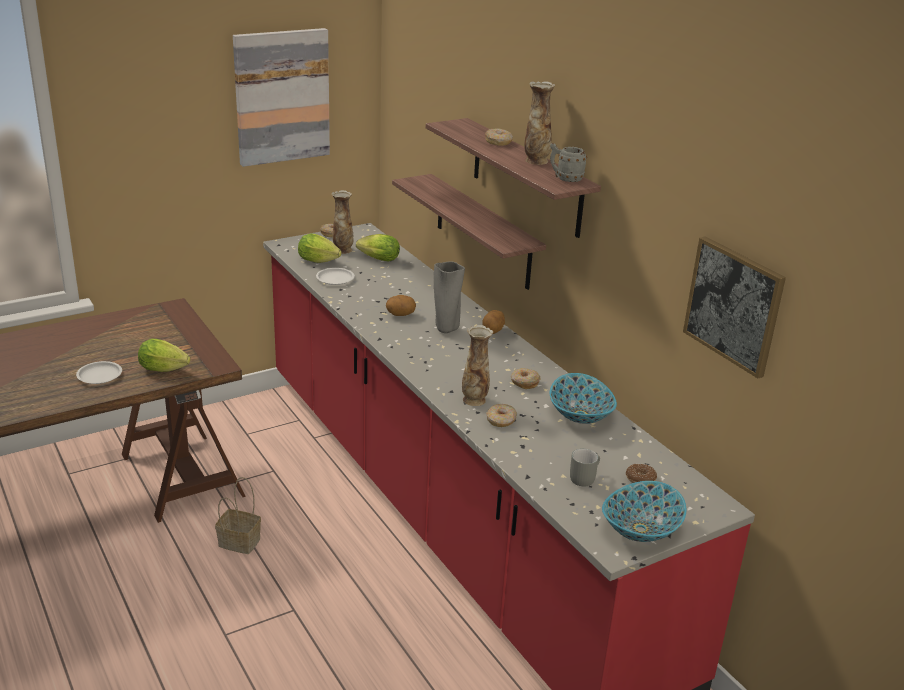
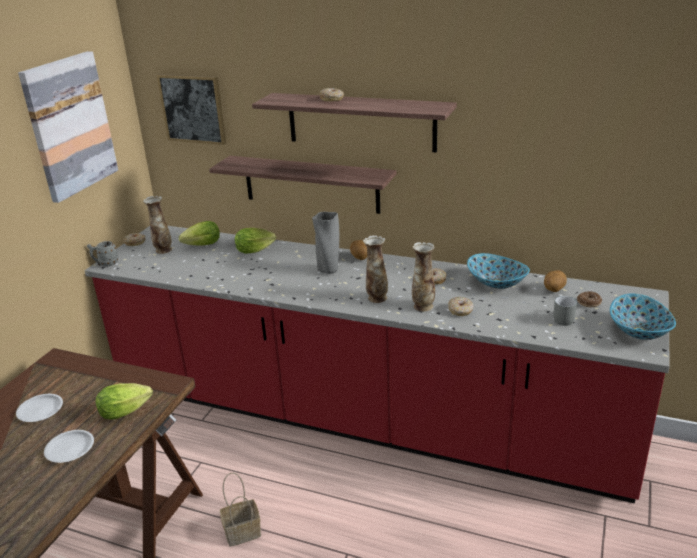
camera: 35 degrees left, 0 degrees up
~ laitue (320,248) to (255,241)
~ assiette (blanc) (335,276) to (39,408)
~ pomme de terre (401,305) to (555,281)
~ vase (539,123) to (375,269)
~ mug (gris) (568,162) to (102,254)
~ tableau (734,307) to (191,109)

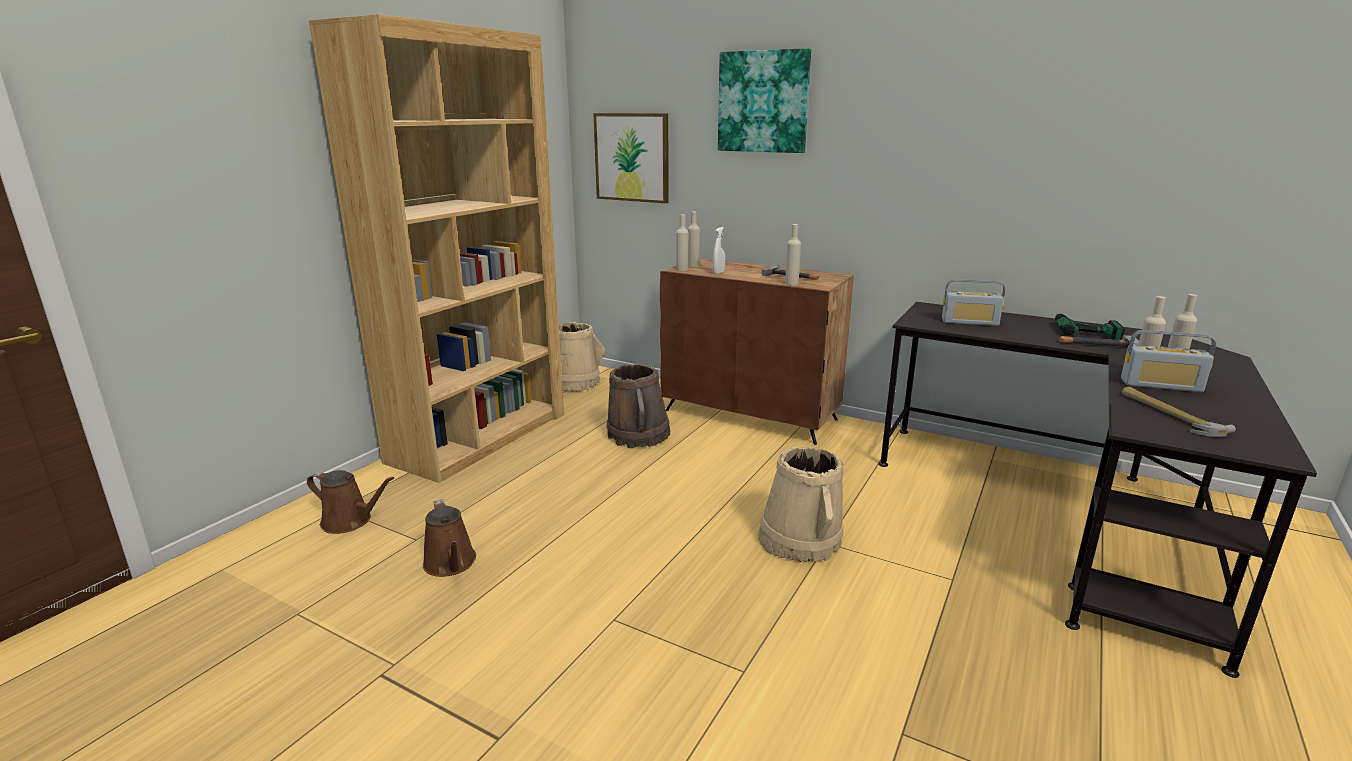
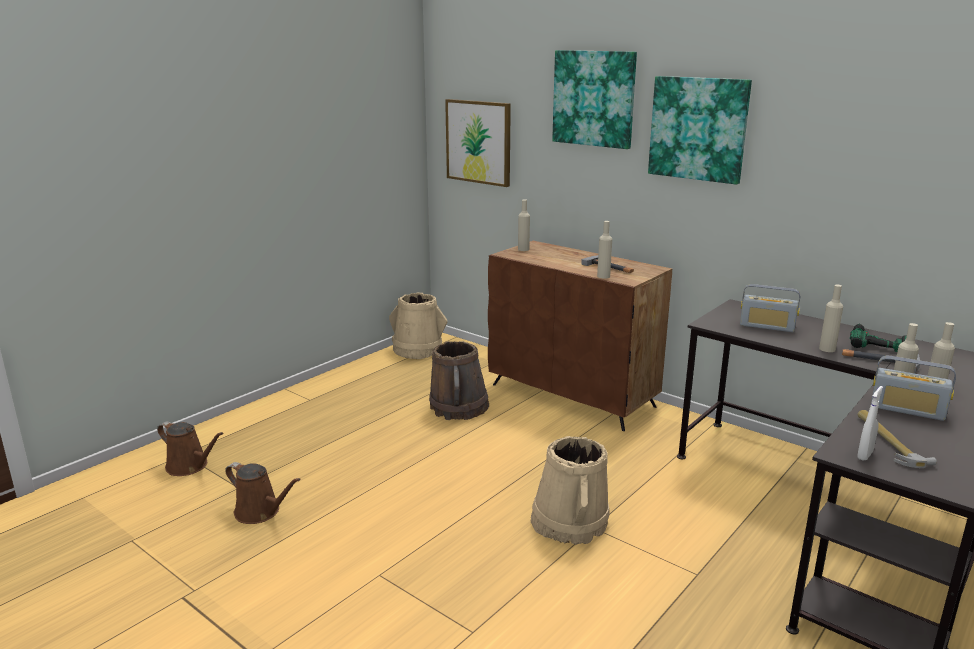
camera: 10 degrees right, 0 degrees up
- bibliothèque (marron) (436,248)
~ arrosoir (marron) (449,538) = (263,493) 45 degrees counterclockwise
~ bouteille (beige) (682,242) to (831,318)
~ vaporisateur (blanc) (719,250) to (870,423)
+ tableau (700,130)

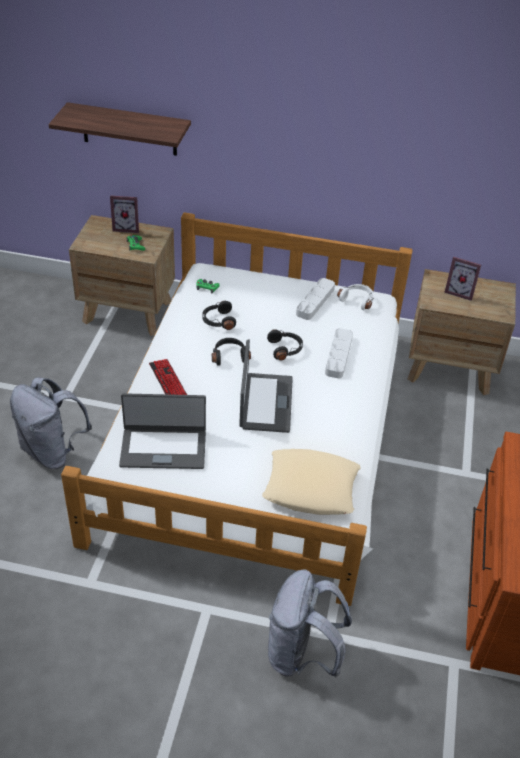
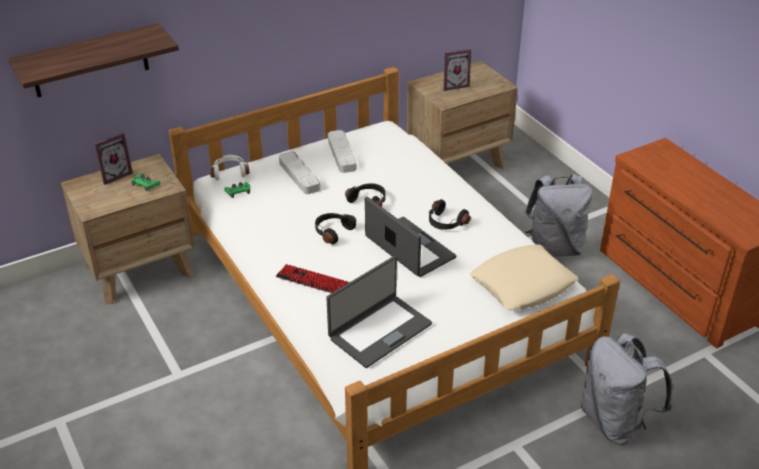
camera: 40 degrees left, 5 degrees down
~ sac à dos (gris) (51,423) to (558,215)
~ casque audio (noir) (219,315) to (450,214)
~ plateau (gris) (339,353) to (299,172)
~ casque audio (blanc) (355,297) to (230,167)

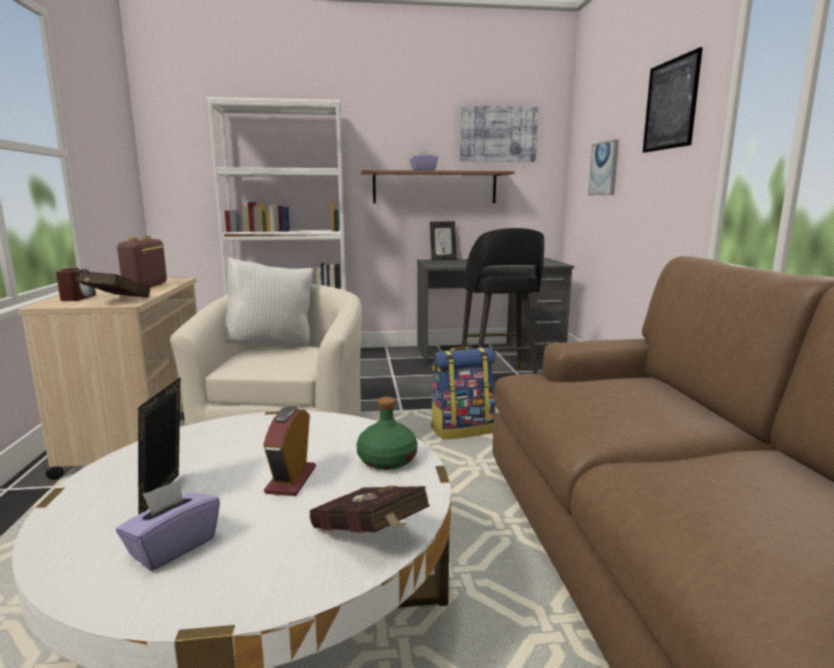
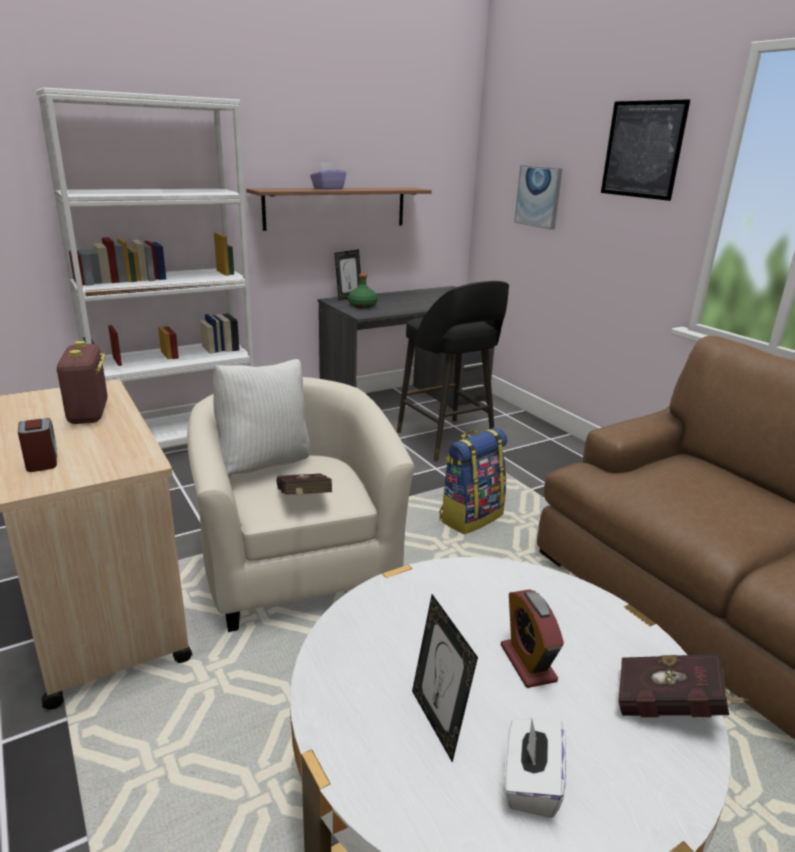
camera: 25 degrees left, 10 degrees up
~ livre (rouge) (113,284) to (304,484)
~ boîte à mouchoirs (violet) (168,525) to boîte à mouchoirs (blanc) (535,768)
~ bouteille (vert) (387,433) to (362,291)
- tableau (499,133)

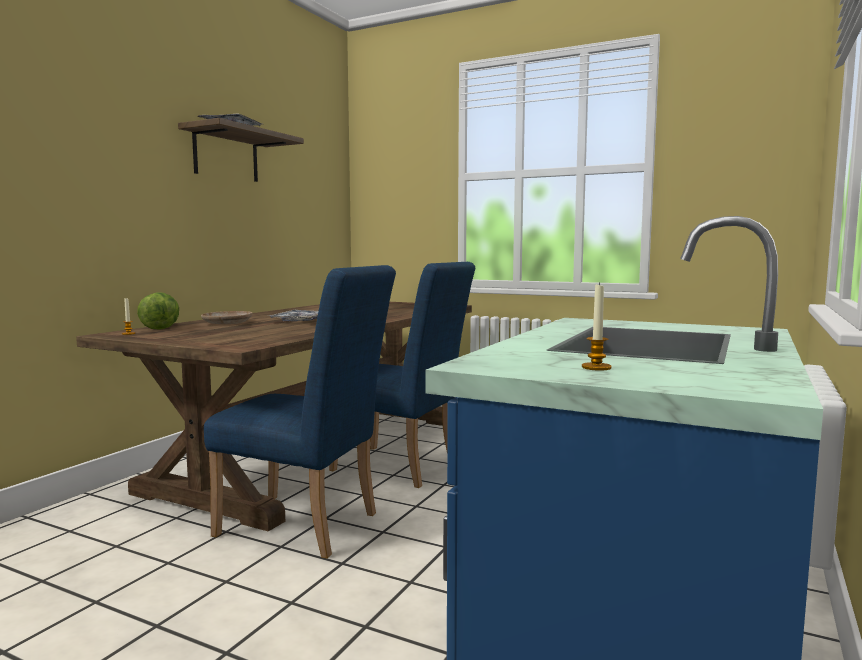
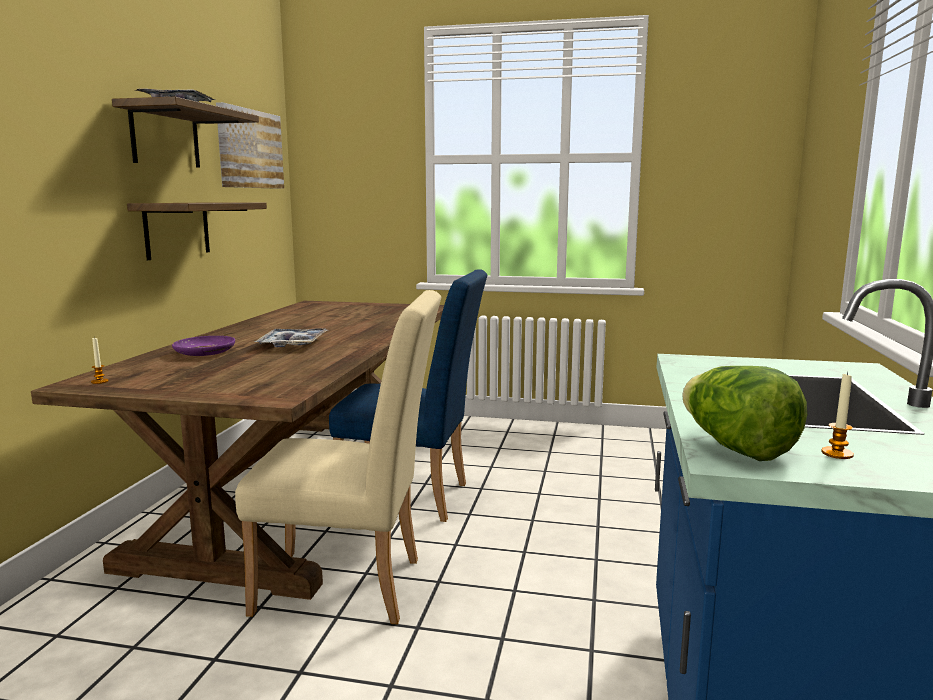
camera: 15 degrees left, 5 degrees up
~ laitue (158,311) to (744,413)
~ assiette (beige) (226,317) to assiette (violet) (203,346)
~ chaise (bleu) (300,412) to chaise (beige) (338,457)
+ étagère (197,231)
+ tableau (250,145)

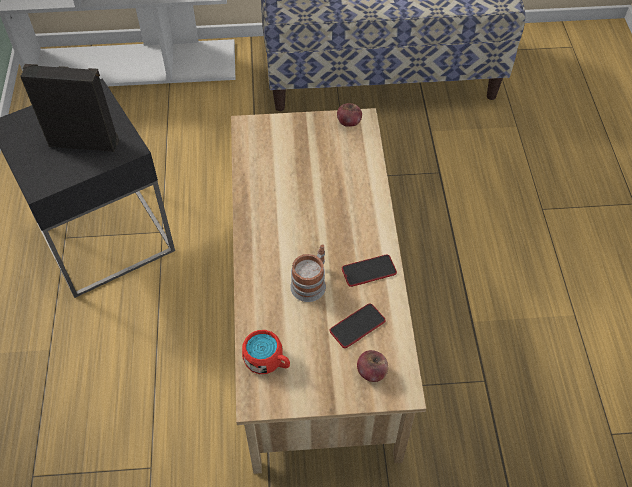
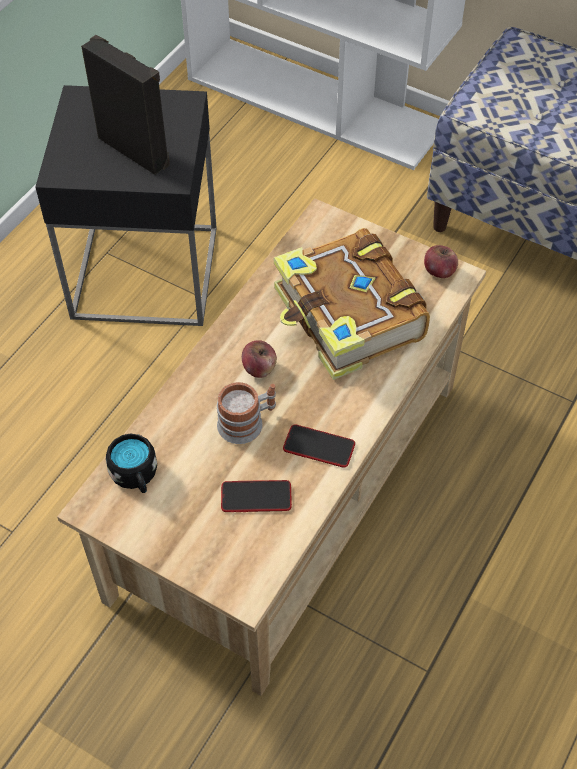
camera: 35 degrees right, 0 degrees up
~ mug (rouge) (266,352) to mug (noir) (131,463)
~ pomme (372,366) to (259,359)
+ livre (352,304)

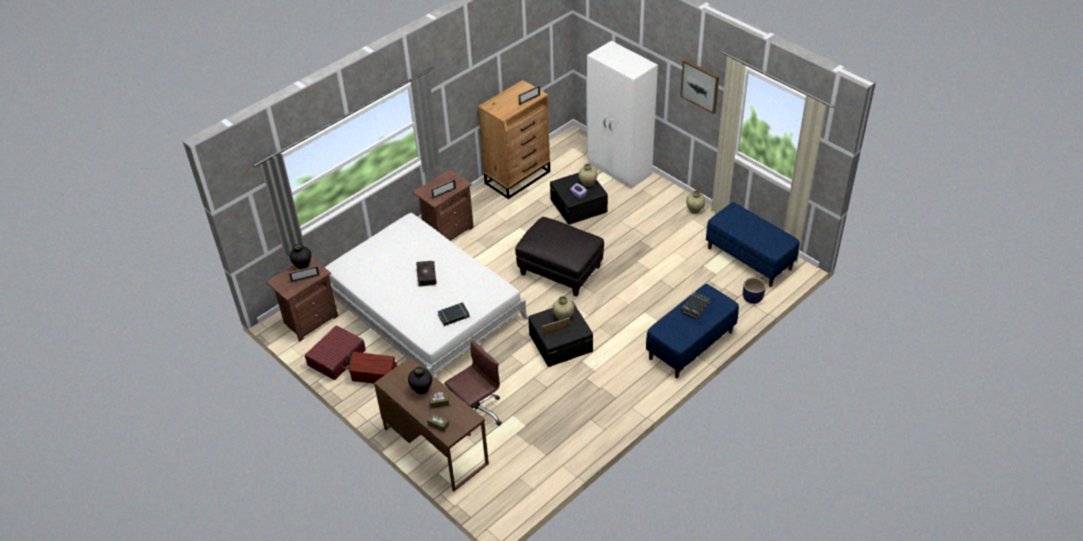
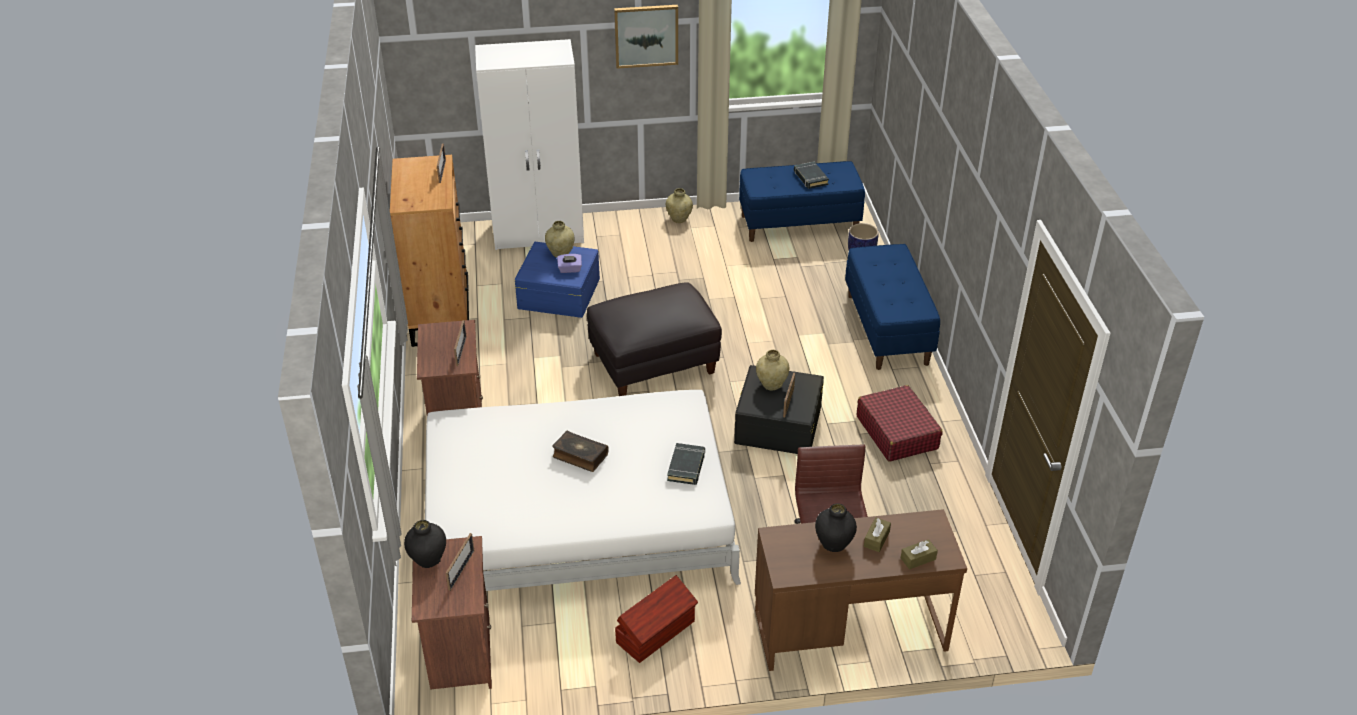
camera: 55 degrees left, 5 degrees down
~ valise (rouge) (335,353) to (900,423)
~ boîte de rangement (noir) (579,199) to boîte de rangement (bleu) (557,280)
~ livre (noir) (695,305) to (811,175)

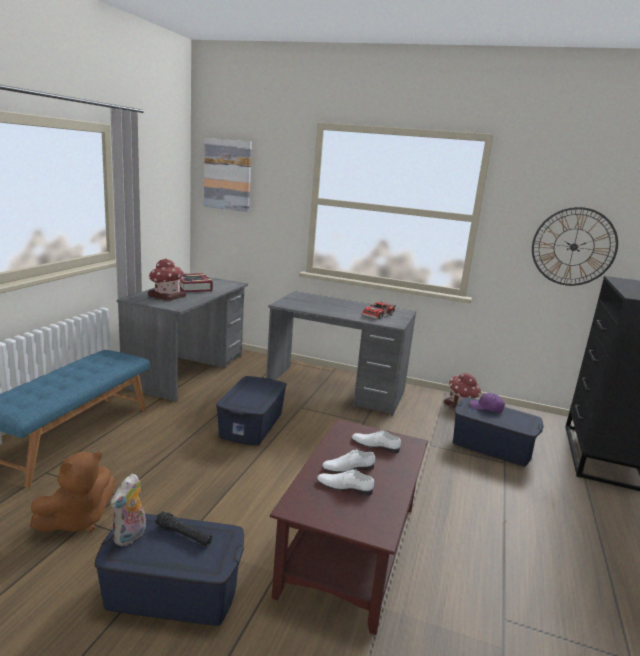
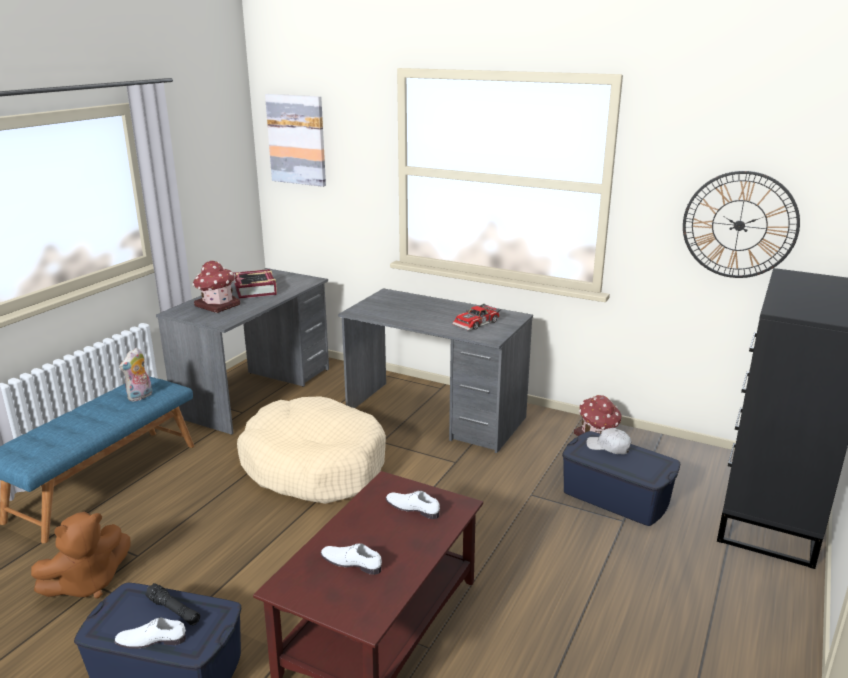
camera: 10 degrees right, 5 degrees up
~ peluche (128,510) to (135,375)
~ boîte de rangement (bleu) (251,410) to panier pour chien (beige) (311,450)
~ chaussure (blanc) (348,461) to (150,633)
~ casquette (violet) (487,403) to casquette (blanc) (609,441)

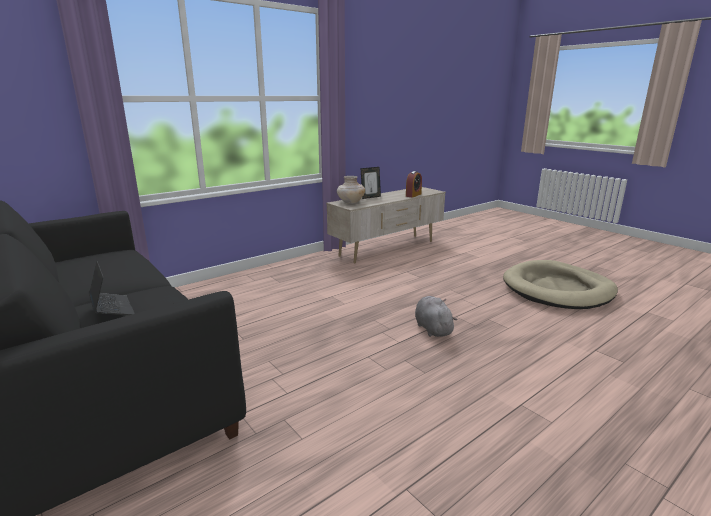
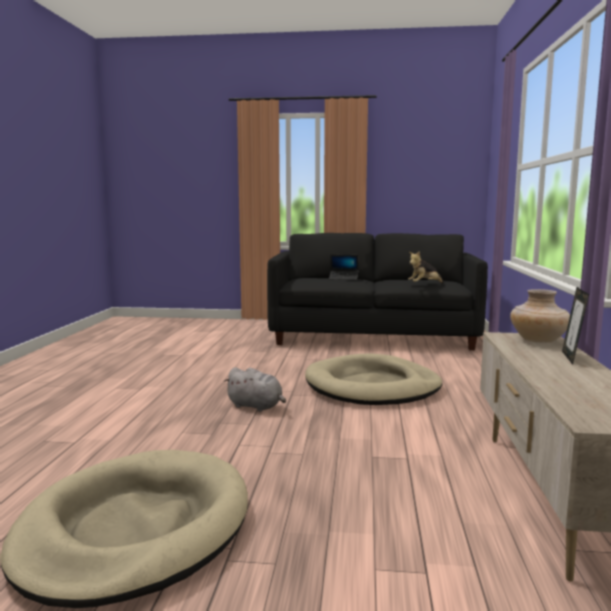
camera: 135 degrees right, 10 degrees down
- réveil (414,184)
+ panier pour chien (beige) (373,379)
+ peluche (426,267)

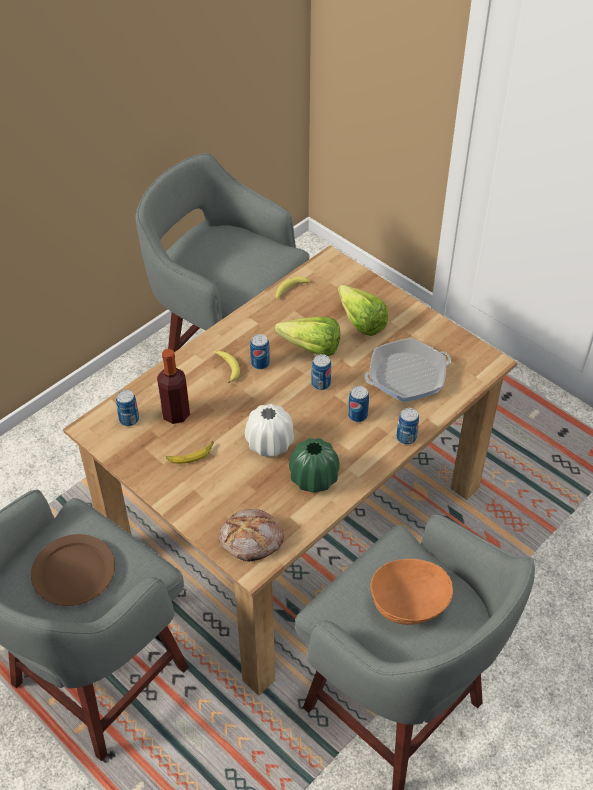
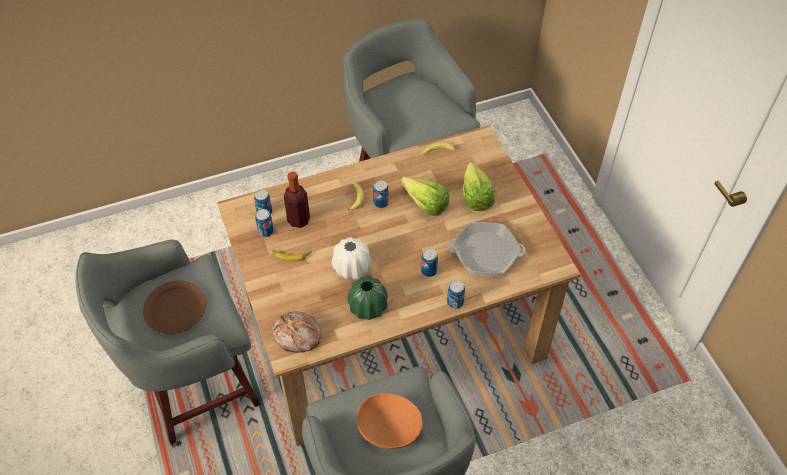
camera: 25 degrees right, 5 degrees up
~ boîte métallique (321,372) to (264,223)

